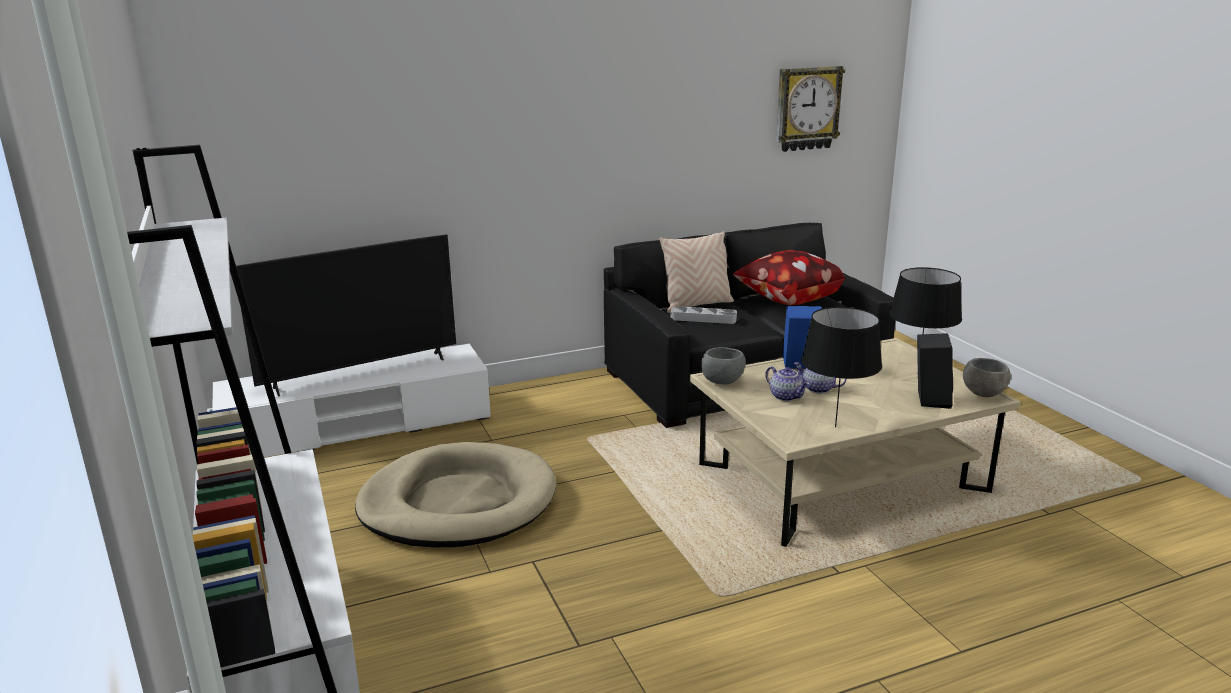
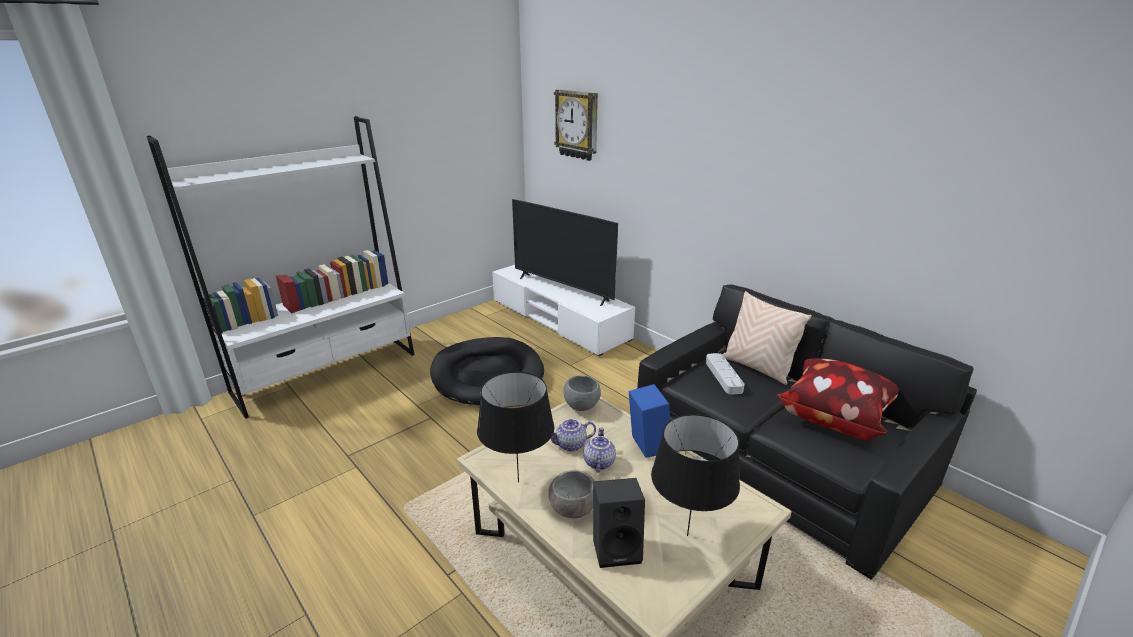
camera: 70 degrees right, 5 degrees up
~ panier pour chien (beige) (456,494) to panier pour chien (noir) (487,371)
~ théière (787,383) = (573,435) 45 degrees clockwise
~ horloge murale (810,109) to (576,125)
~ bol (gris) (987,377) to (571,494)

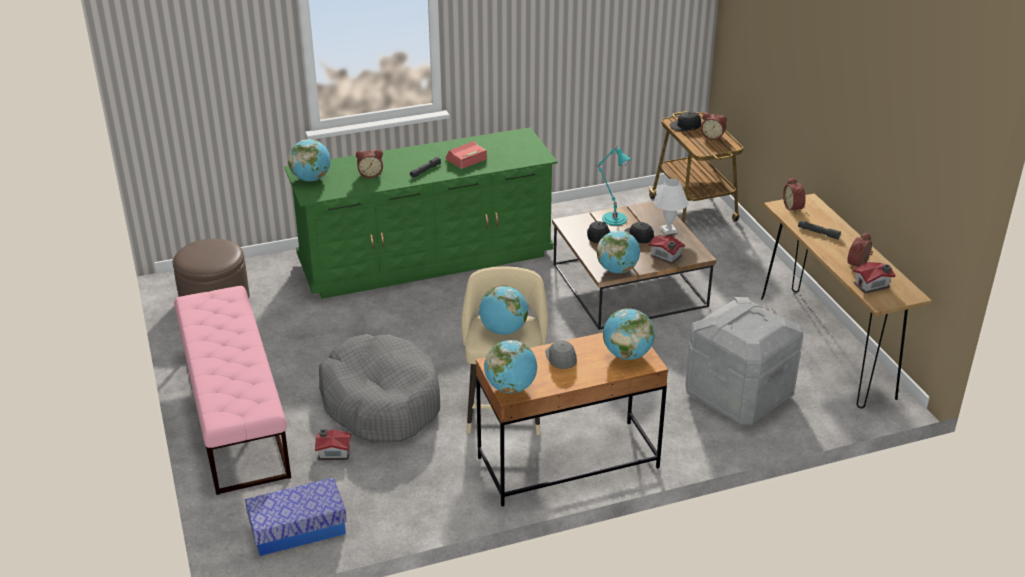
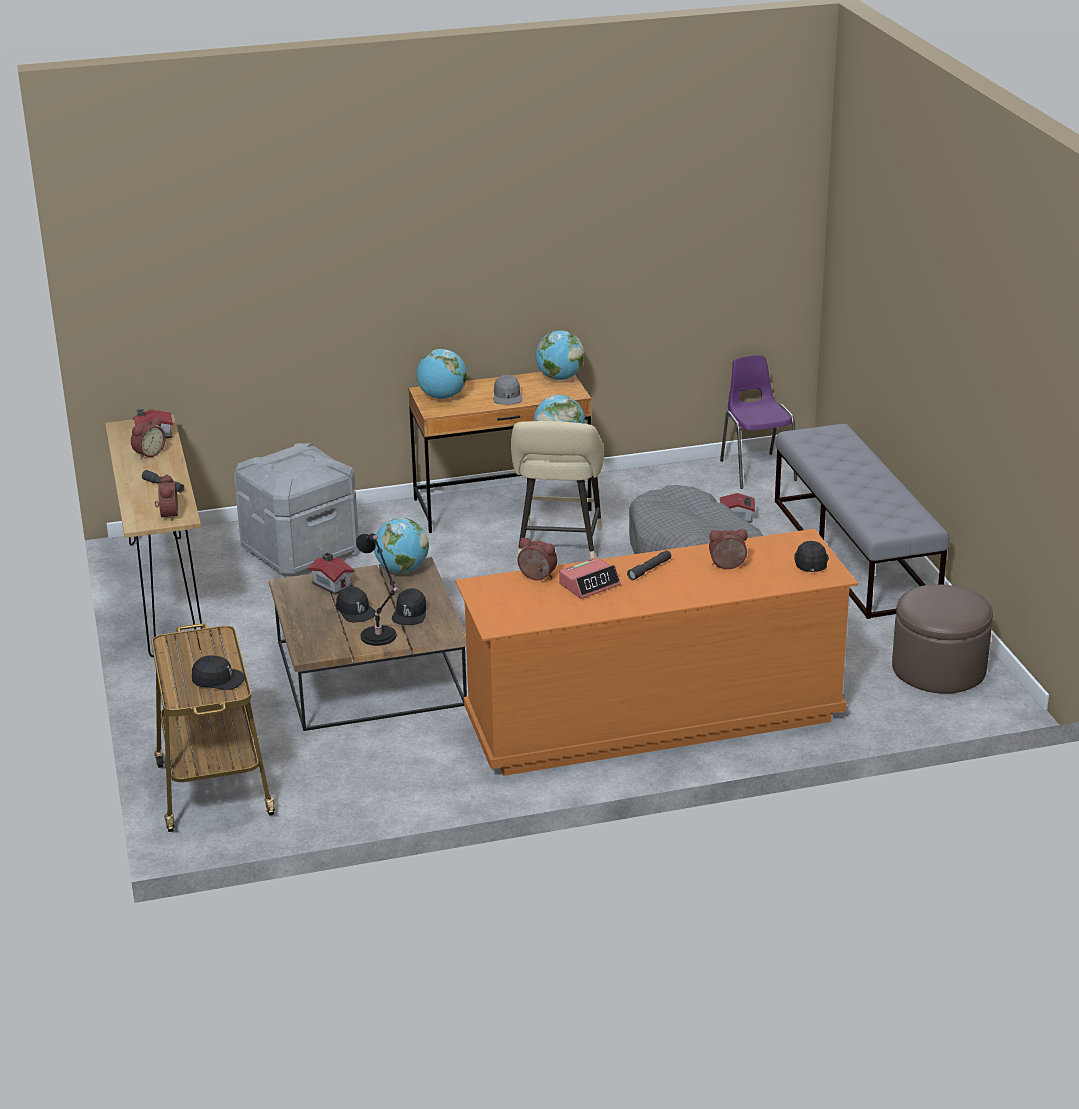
camera: 175 degrees left, 5 degrees down
~ banc (rose) (232,390) to banc (gris) (862,521)
~ boîte de rangement (296,517) to chaise (violet) (758,422)
~ commode (vert) (421,213) to commode (orange) (657,652)
~ globe (309,160) to casquette (noir) (811,556)
~ lampe de table (turquoise) (613,186) to lampe de table (noir) (377,589)
- lampe de table (blanc) (671,207)
~ réveil (714,126) to (537,559)

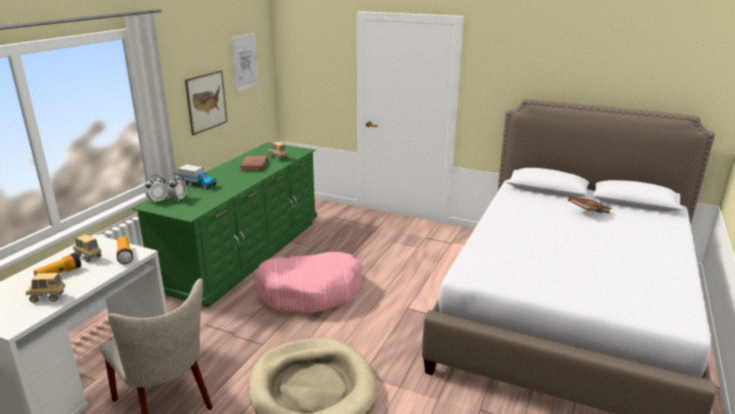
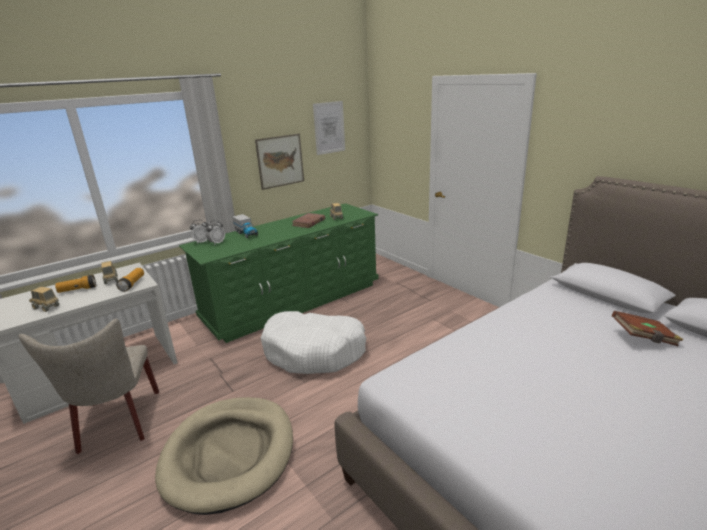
camera: 30 degrees right, 0 degrees up
~ panier pour chien (rose) (308,283) to panier pour chien (blanc) (313,342)

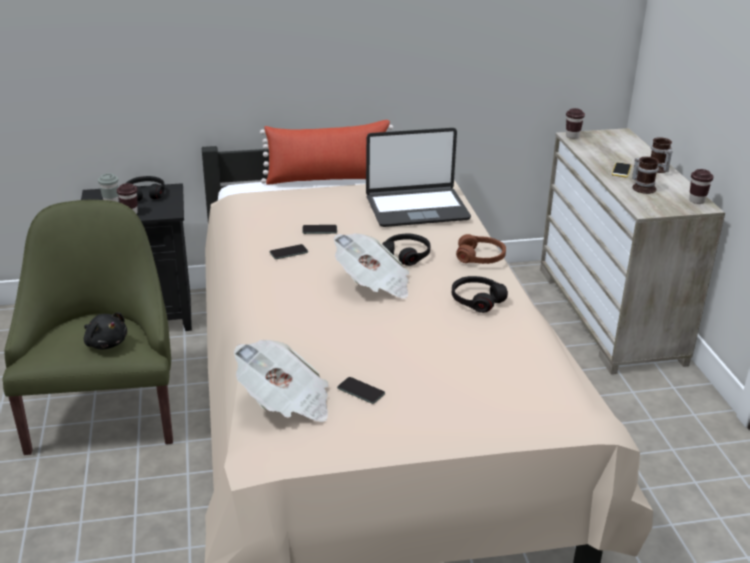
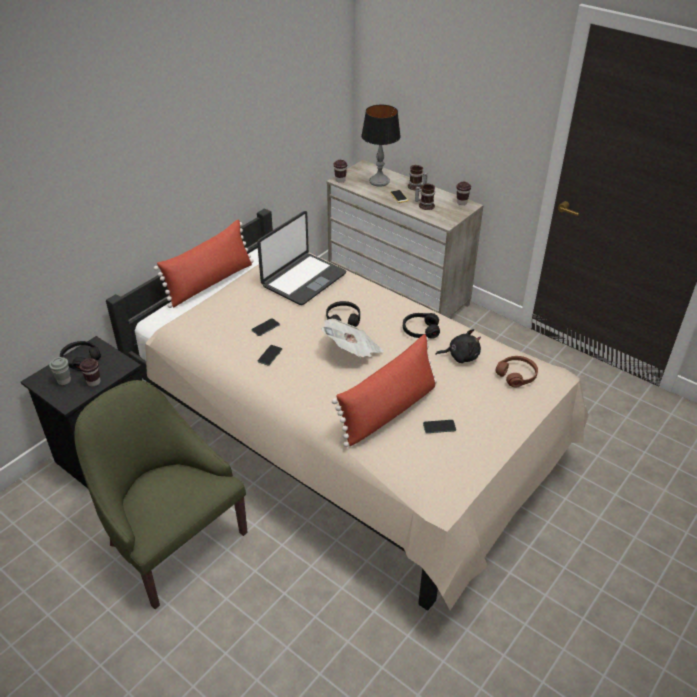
camera: 40 degrees left, 10 degrees up
~ peluche (noir) (105,331) to (458,346)
- journal (281,381)
~ casque audio (marron) (481,249) to (516,371)
+ coussin (rouge) (384,390)
+ lampe de table (381,146)

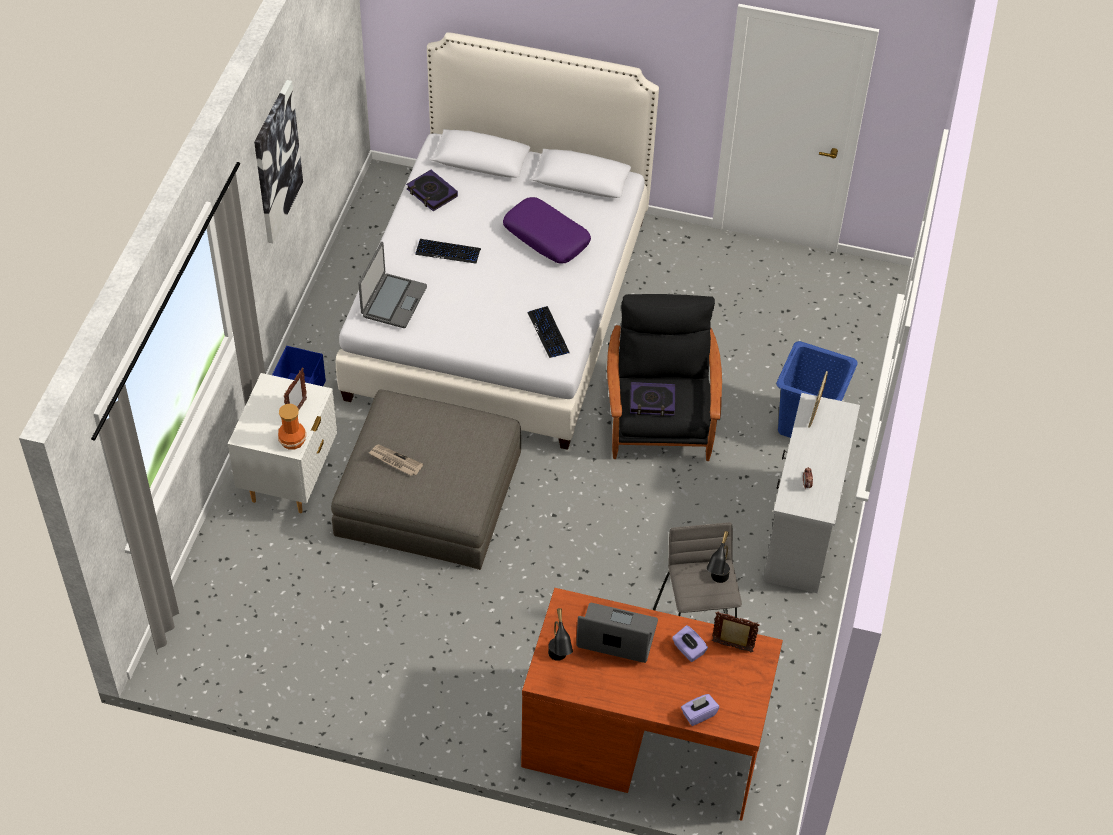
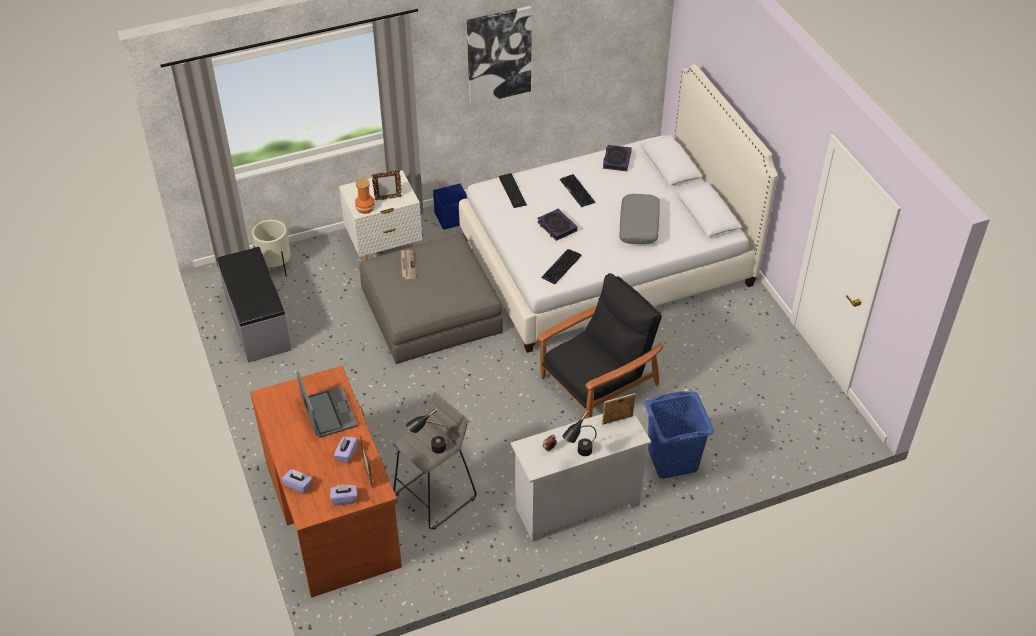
camera: 55 degrees right, 5 degrees down
~ ordinateur portable (392,285) to clavier (513,190)
~ coussin (violet) (547,230) to coussin (gris) (639,219)
~ lampe de table (noir) (560,634) to (579,433)
~ livre (652,399) to (557,224)
+ banc (gris) (254,305)
+ cache-pot (beige) (271,248)
+ boîte à mouchoirs (violet) (343,494)

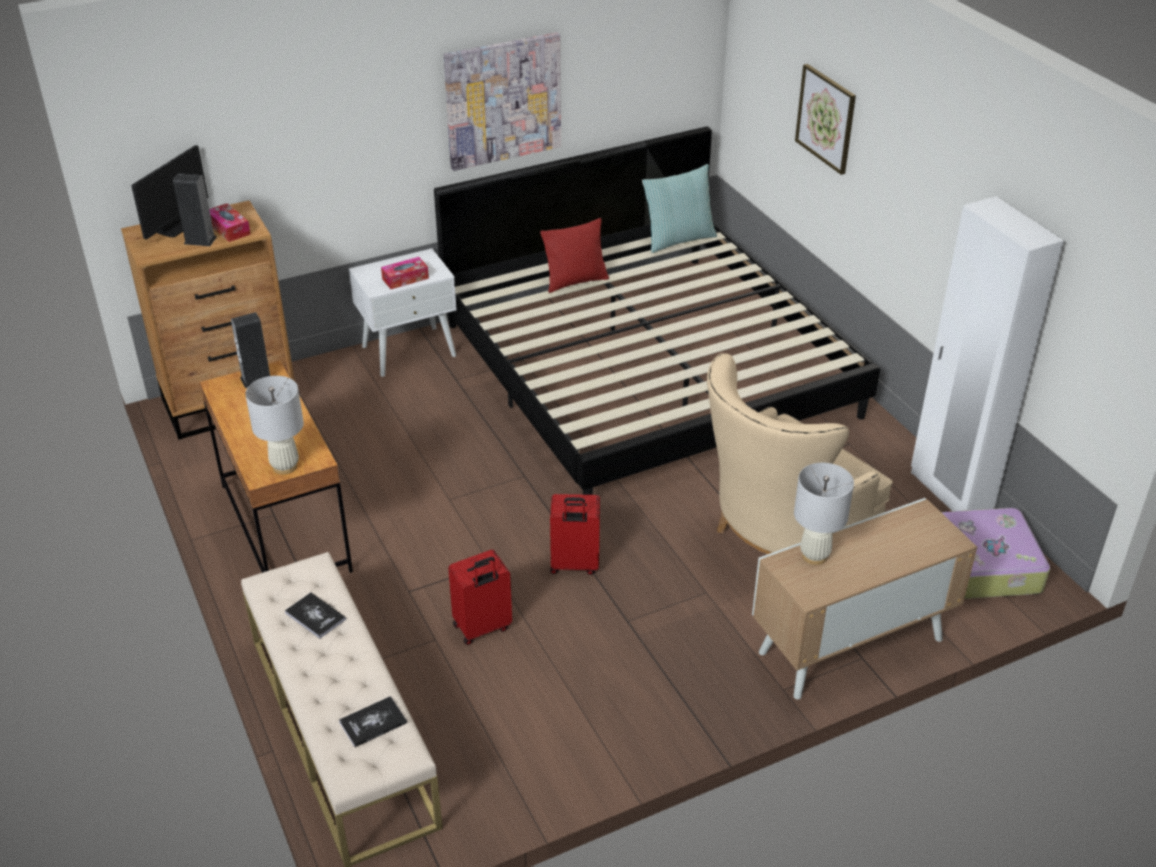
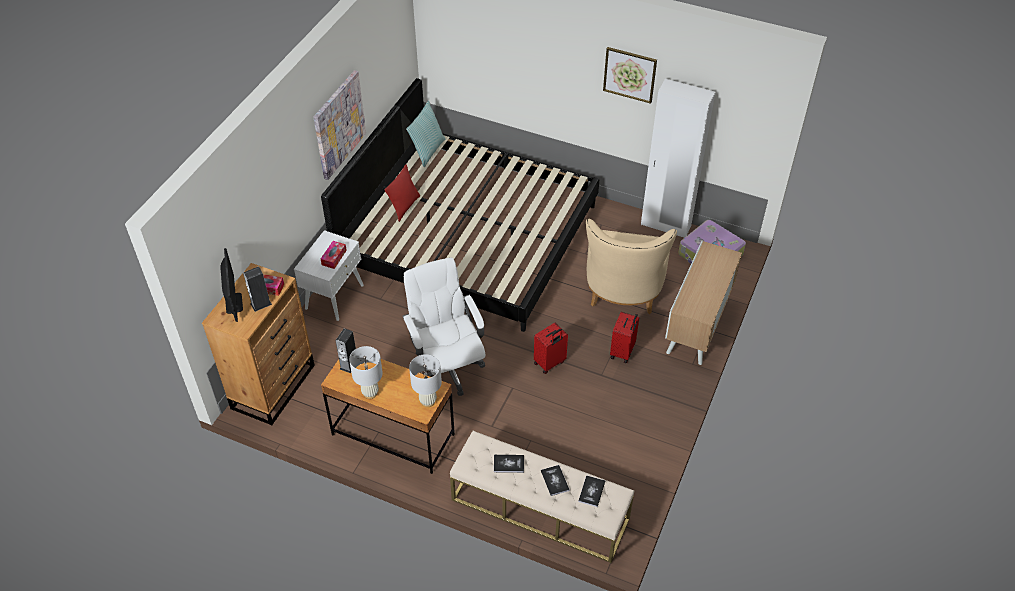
camera: 40 degrees left, 10 degrees up
~ valise (rouge) (480,597) to (624,337)
~ lampe de table (blanc) (824,514) to (366,372)
~ tableau (825,119) to (630,75)
+ chaise de bureau (blanc) (444,327)
+ livre (555,480)

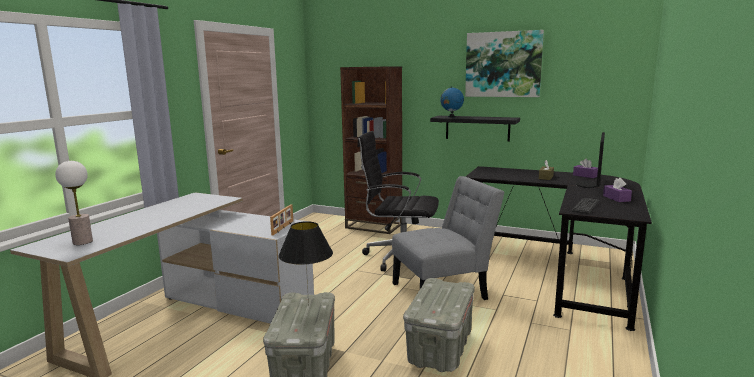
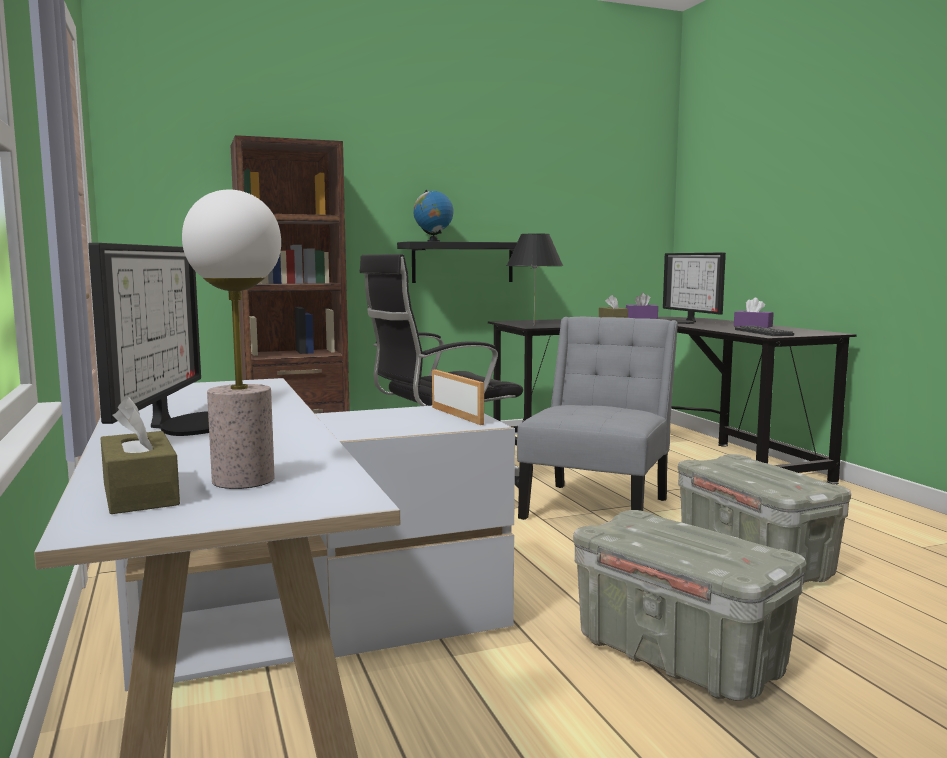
camera: 45 degrees left, 5 degrees down
~ lampe de table (noir) (305,263) to (535,279)
- tableau (504,63)
+ écran d'ordinateur (148,339)
+ boîte à mouchoirs (marron) (140,455)

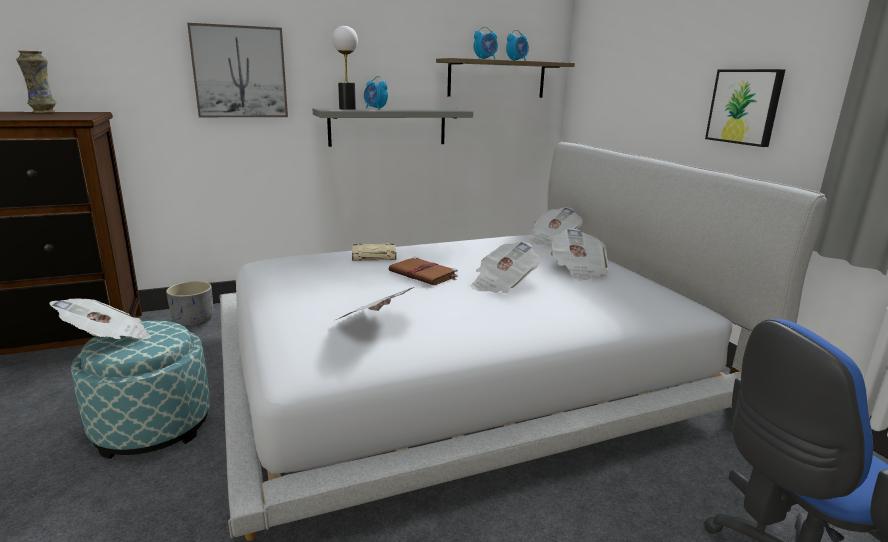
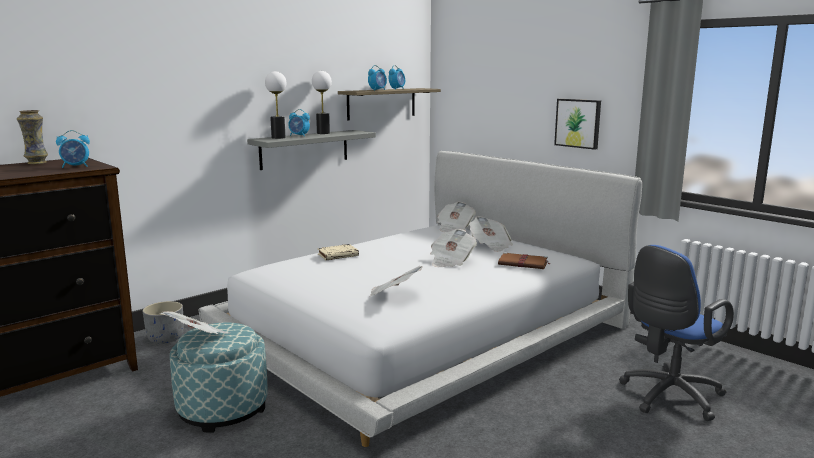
camera: 20 degrees left, 5 degrees down
- tableau (237,70)
~ livre (marron) (423,271) to (524,260)
+ réveil (73,149)
+ lampe de table (322,102)

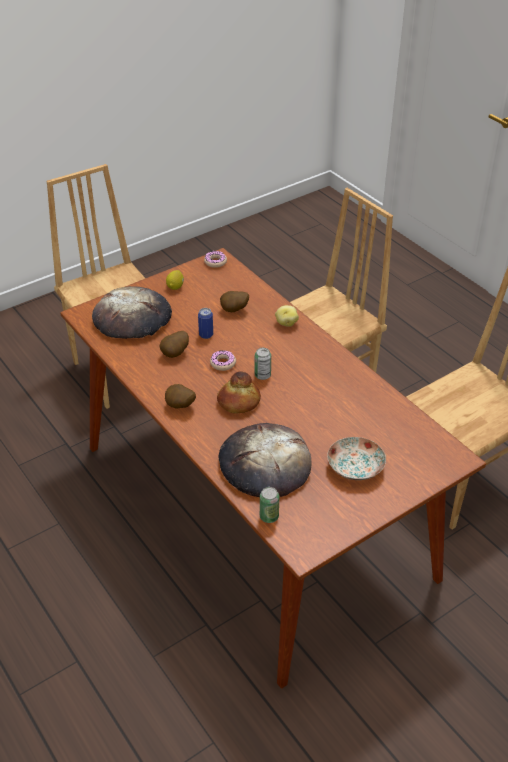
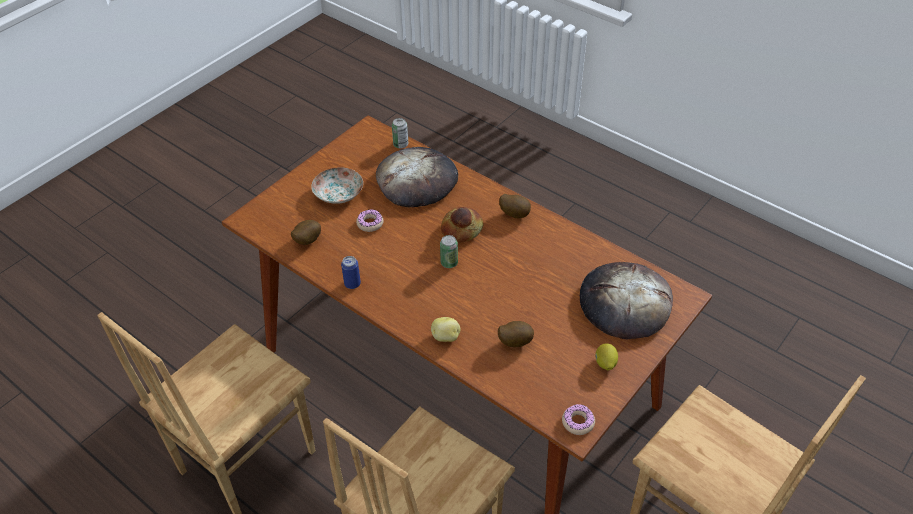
camera: 165 degrees right, 5 degrees up
~ pomme de terre (174,344) to (306,232)
~ boîte métallique (205,323) to (351,272)
~ beignet (223,360) to (369,220)

